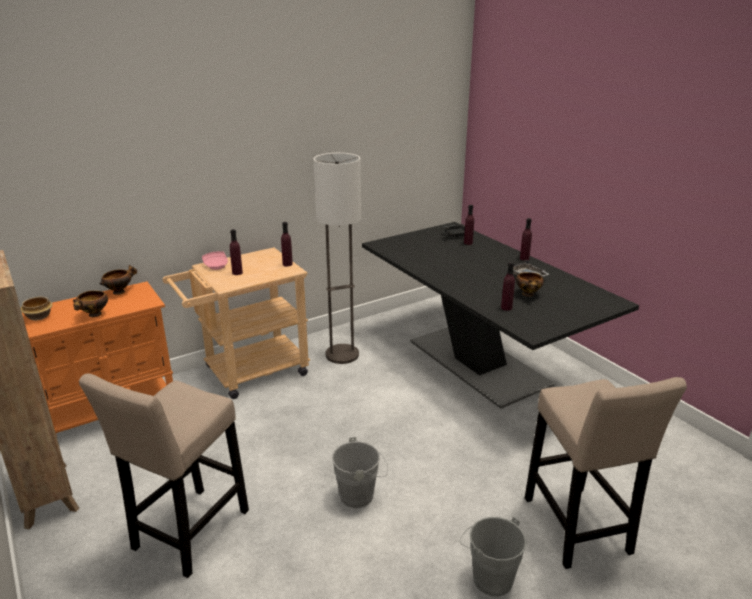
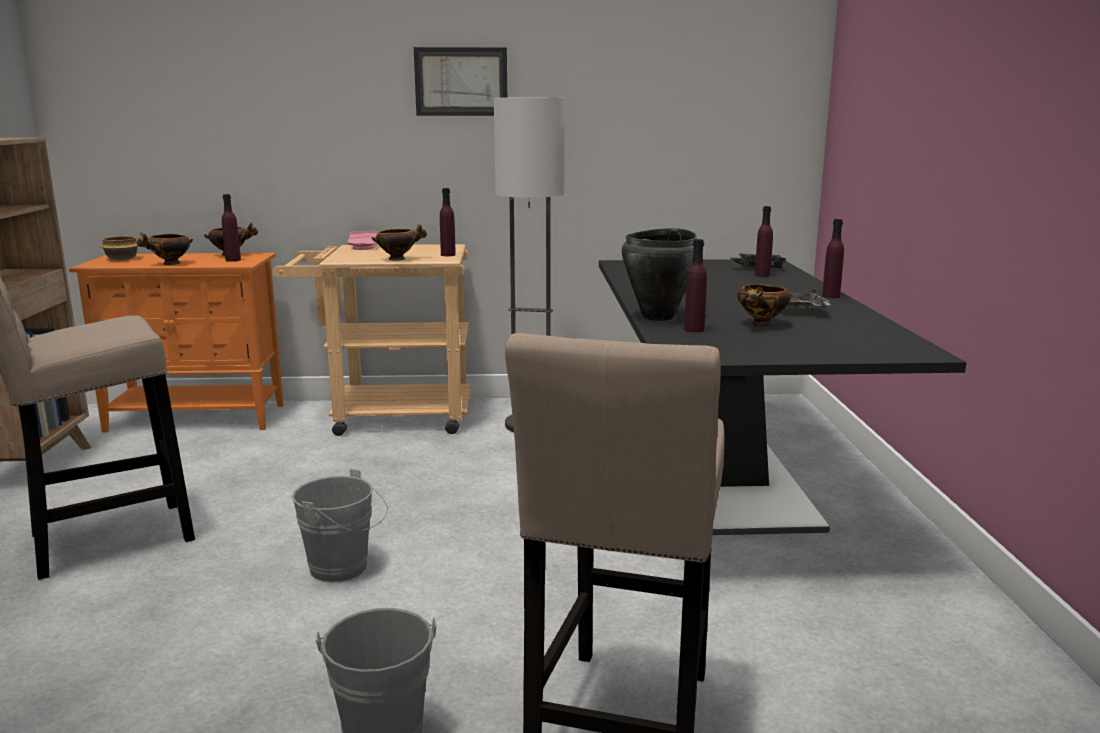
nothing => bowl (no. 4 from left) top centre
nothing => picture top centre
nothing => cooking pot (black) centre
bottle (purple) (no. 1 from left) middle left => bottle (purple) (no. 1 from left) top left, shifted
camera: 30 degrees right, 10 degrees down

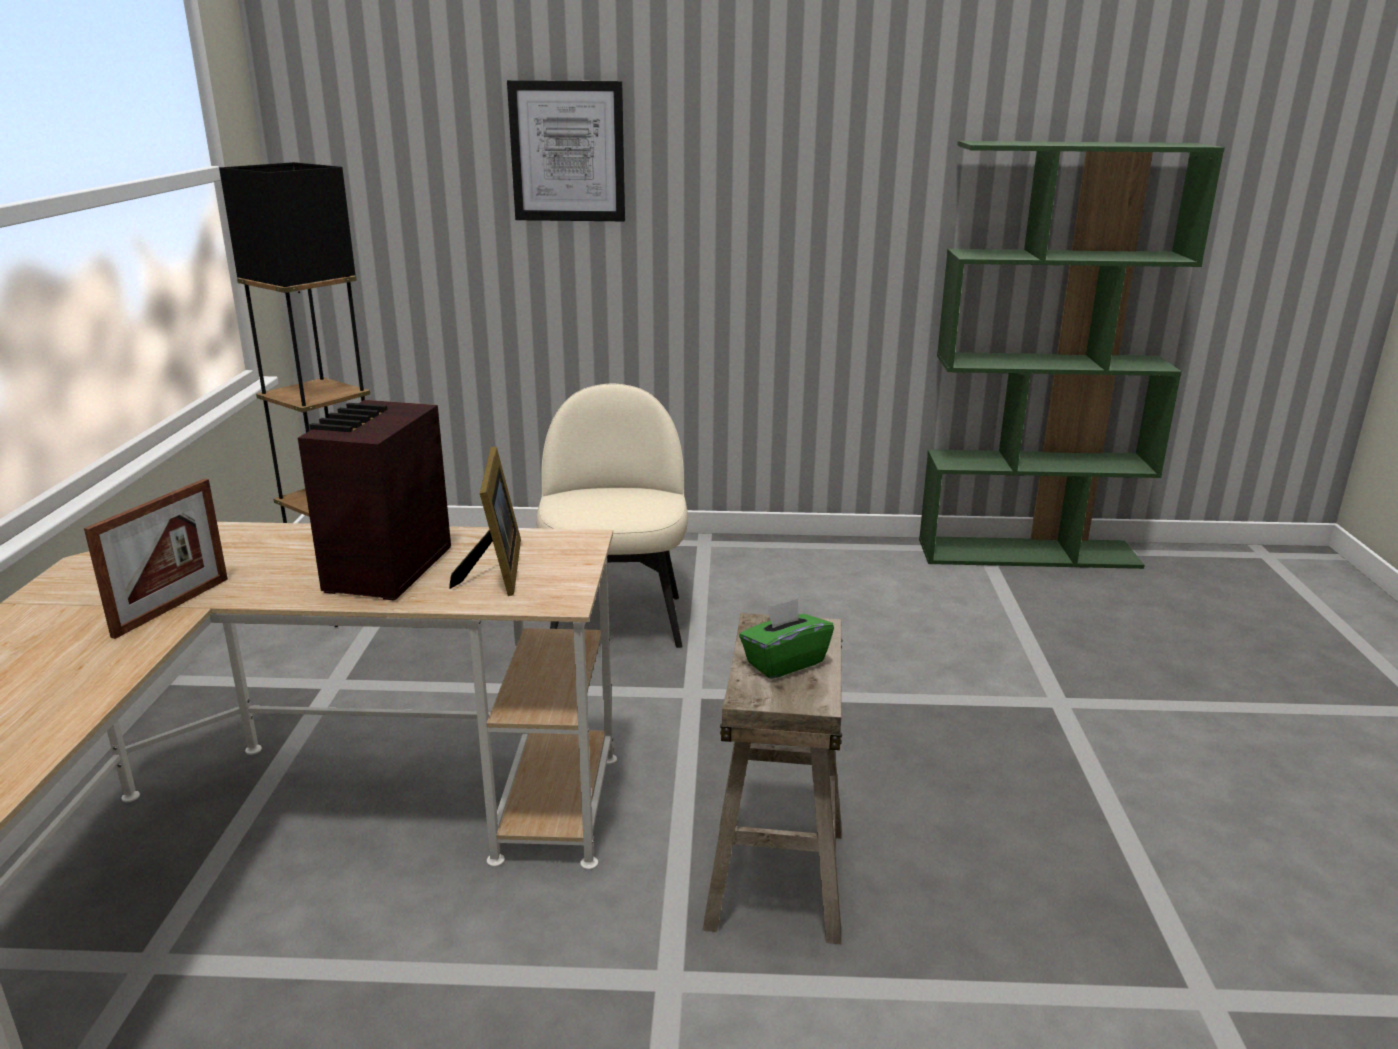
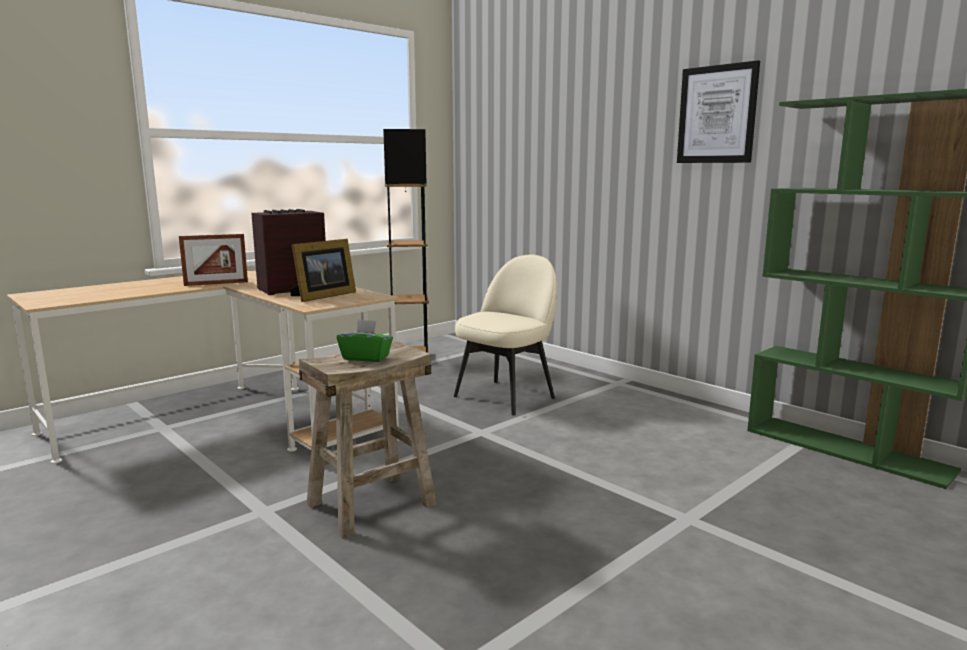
picture top centre => picture top right, shifted
camera: 45 degrees right, 10 degrees down

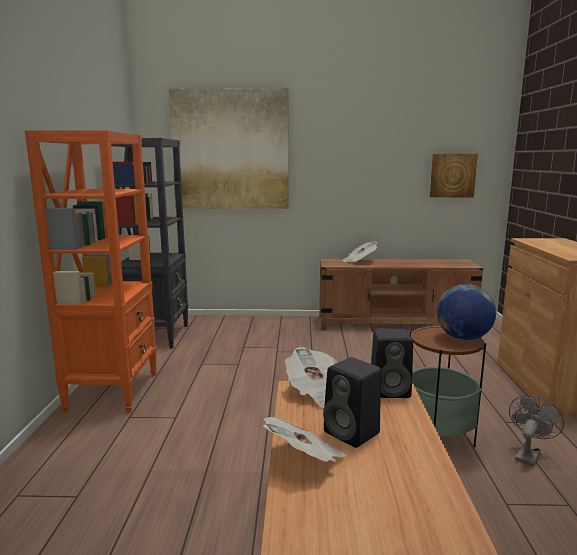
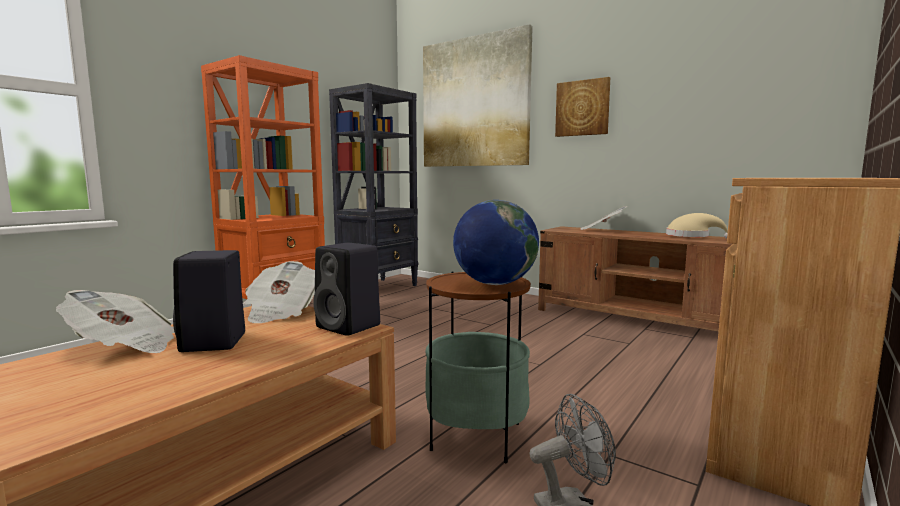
nothing => hat (beige) middle right
picture (no. 2 from left) top right => picture (no. 2 from left) top centre, shifted
camera: 35 degrees right, 5 degrees down

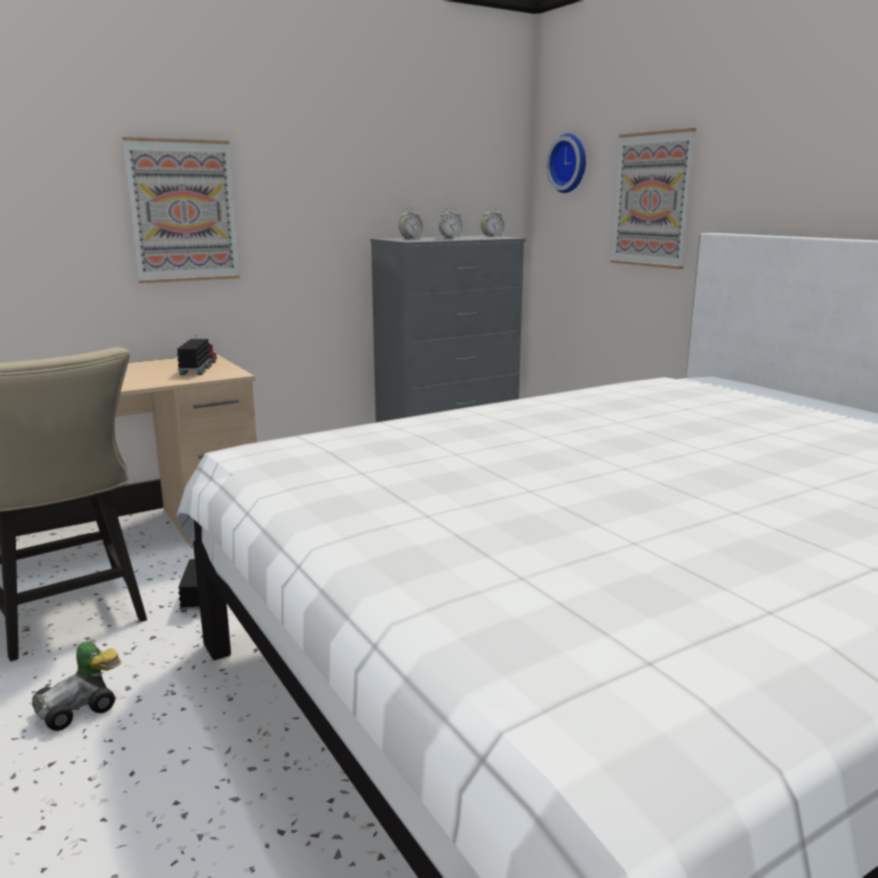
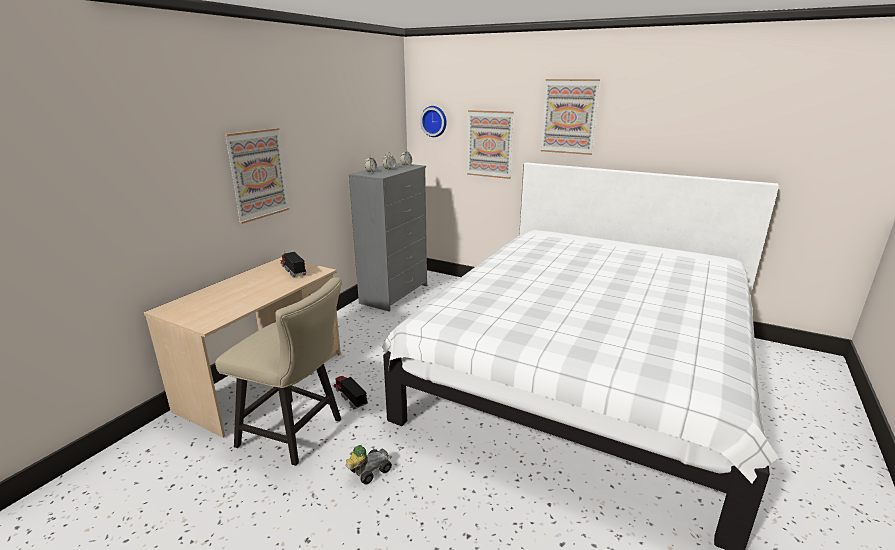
nothing => picture (no. 3 from left) top centre
toy car bottom left => toy car bottom centre, 150 degrees counterclockwise
camera: 30 degrees left, 5 degrees up

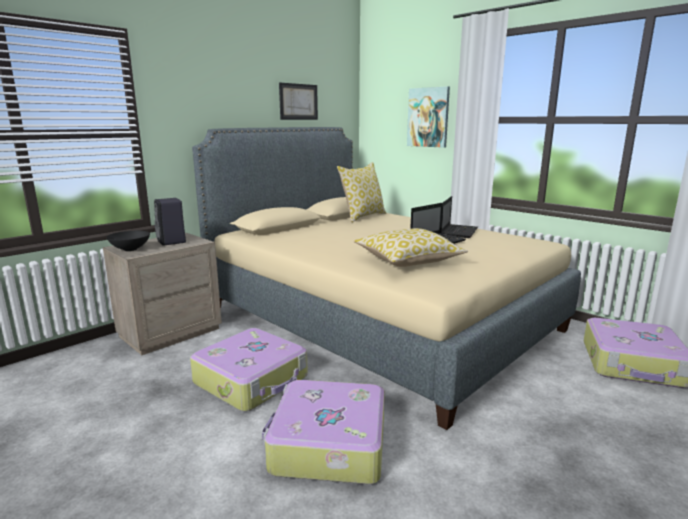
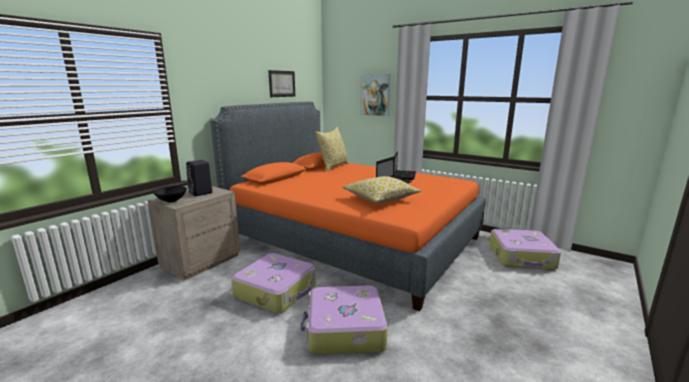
bed (beige) centre => bed (orange) centre
camera: 10 degrees left, 0 degrees up

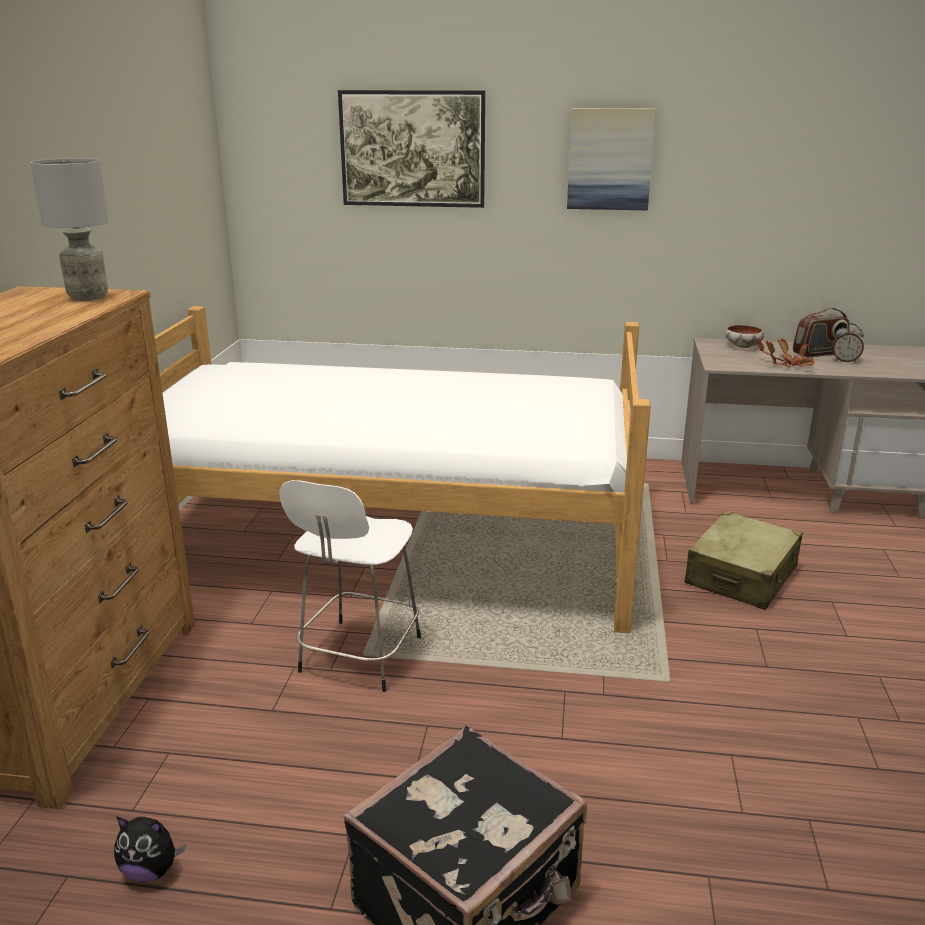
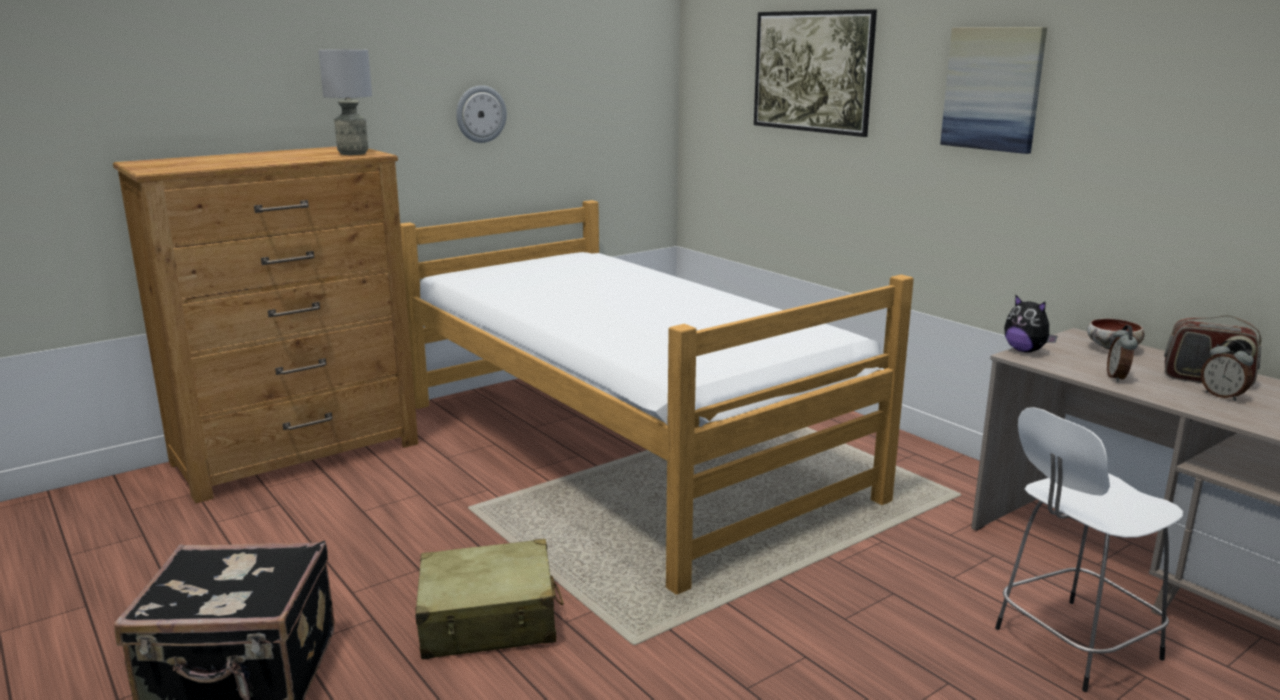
nothing => wall clock top centre
plush toy bottom left => plush toy middle right, shifted
stool (white) centre => stool (white) bottom right, shifted
suitcase (beige) middle right => suitcase (beige) bottom centre, shifted
potted plant middle right => alarm clock (no. 1 from left) middle right
camera: 45 degrees right, 5 degrees down

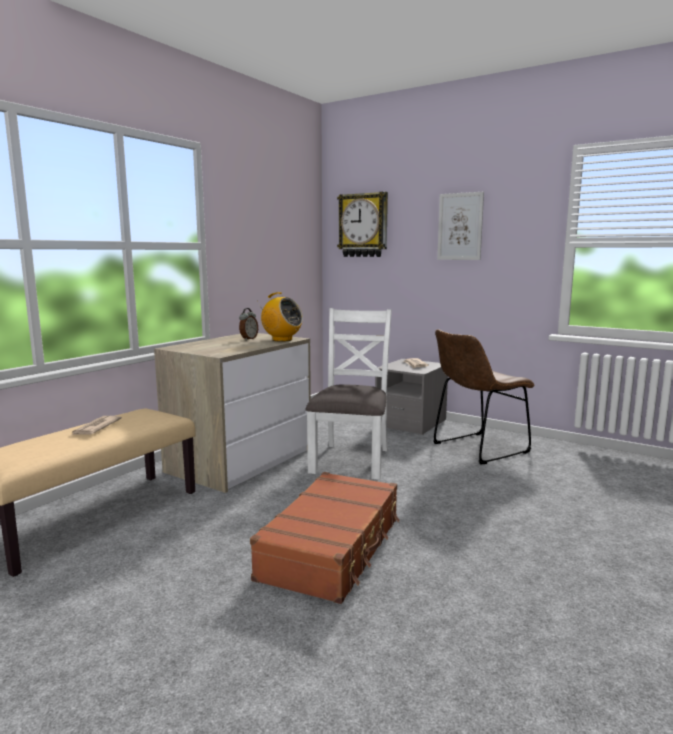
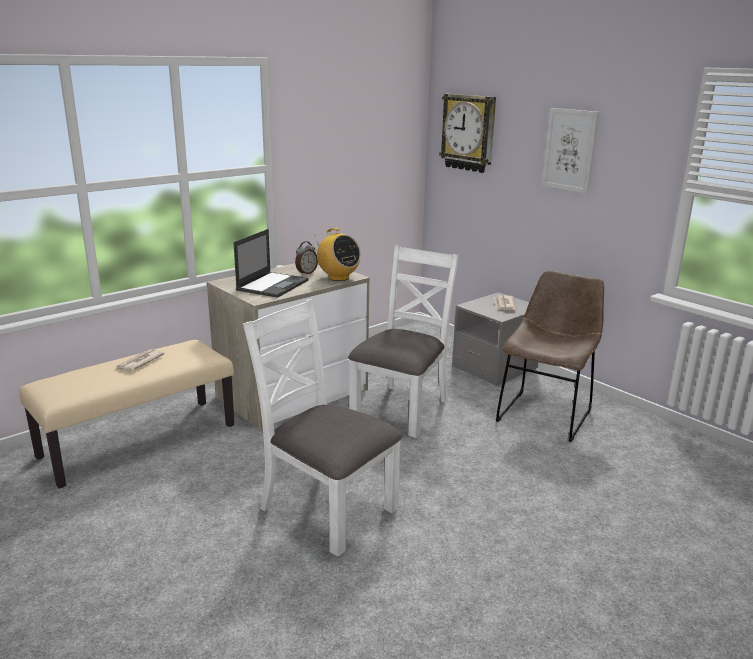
nothing => laptop centre
suitcase (brown) bottom centre => chair (white) (no. 1 from left) centre
chair (brown) middle right, 135 degrees clockwise
camera: 15 degrees right, 10 degrees up

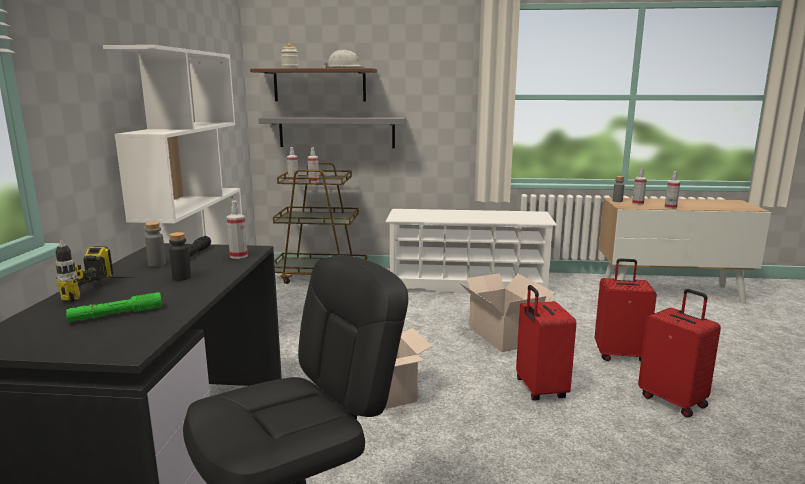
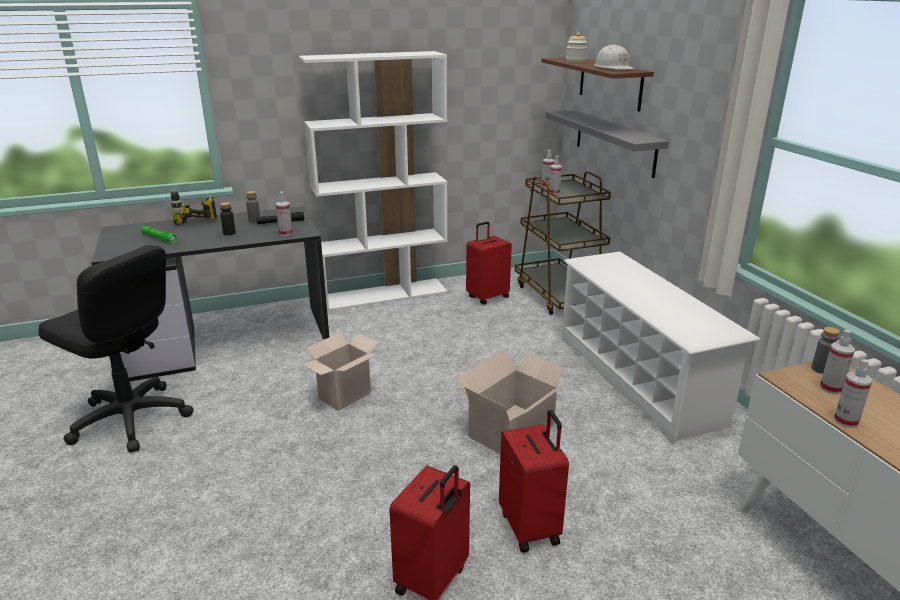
suitcase (red) (no. 1 from left in the first image) bottom right => suitcase (red) (no. 2 from left) centre, shifted
camera: 65 degrees right, 10 degrees up

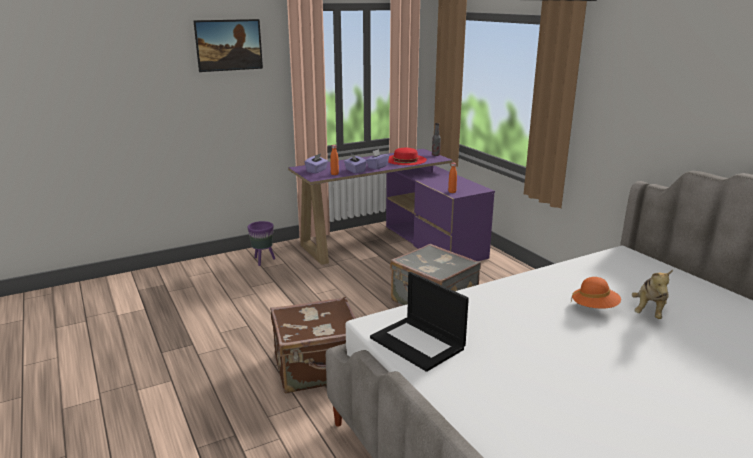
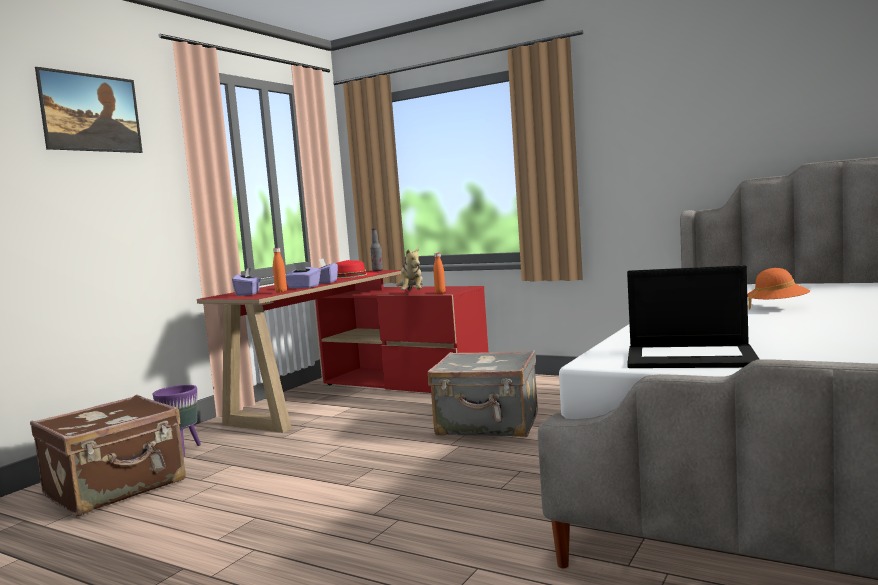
suitcase (brown) bottom centre => suitcase (brown) bottom left, shifted
plush toy middle right => plush toy centre, shifted
desk (purple) centre => desk (red) centre
camera: 30 degrees left, 15 degrees down

